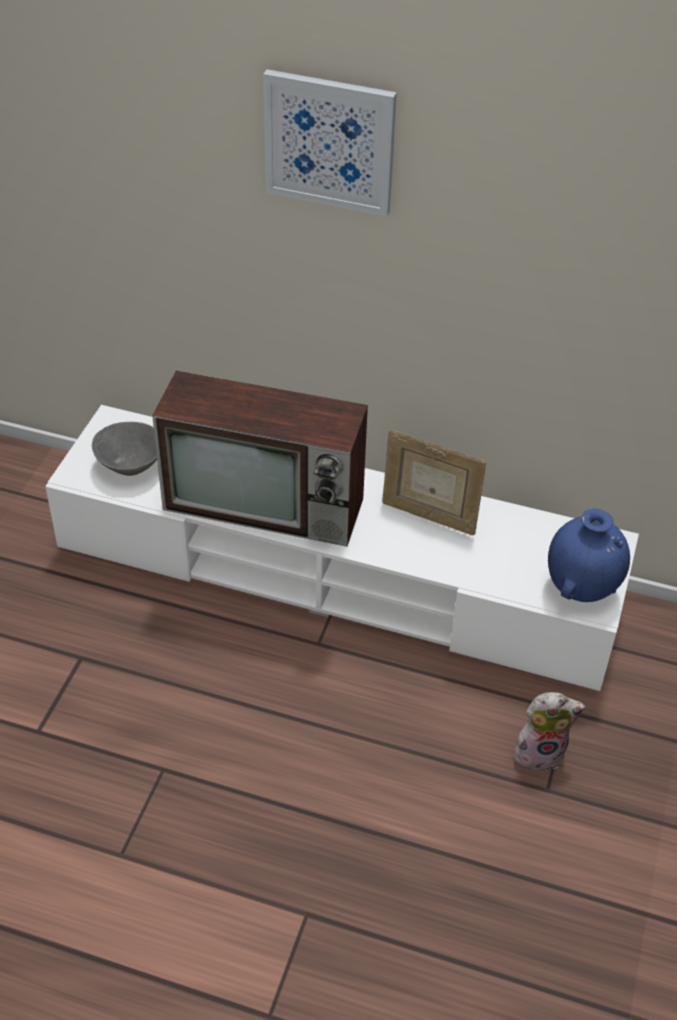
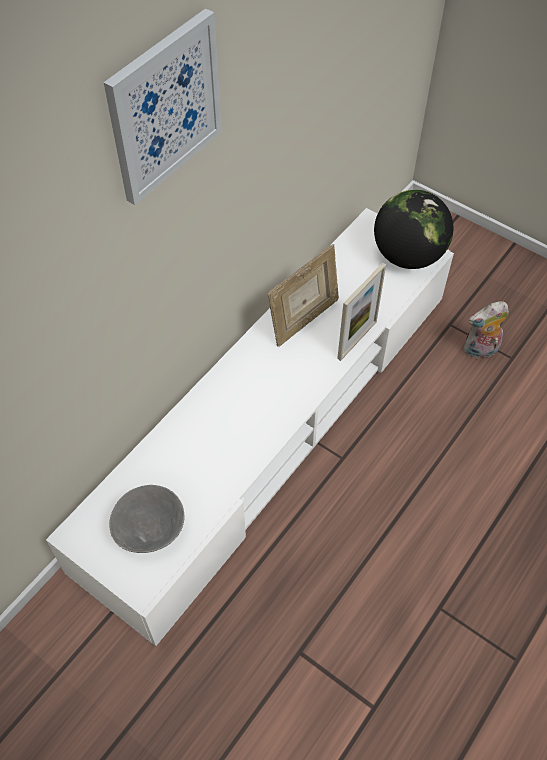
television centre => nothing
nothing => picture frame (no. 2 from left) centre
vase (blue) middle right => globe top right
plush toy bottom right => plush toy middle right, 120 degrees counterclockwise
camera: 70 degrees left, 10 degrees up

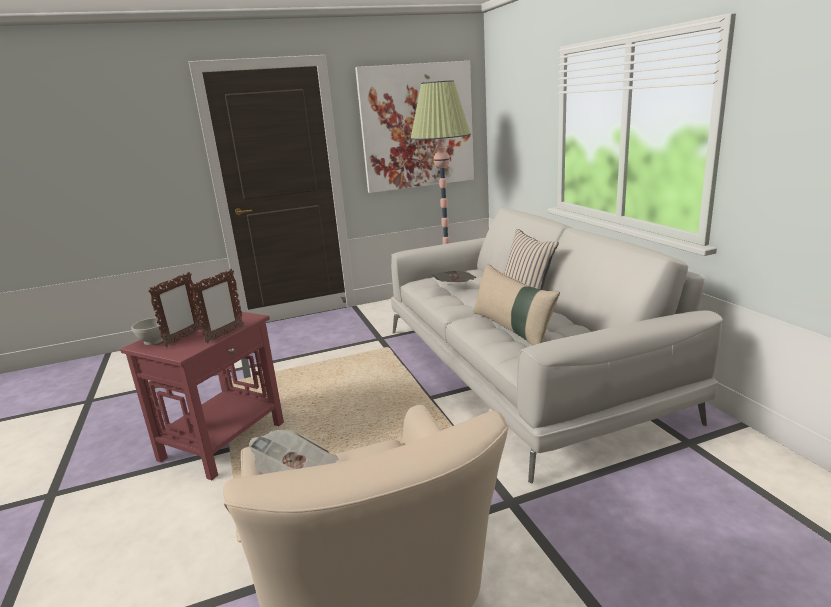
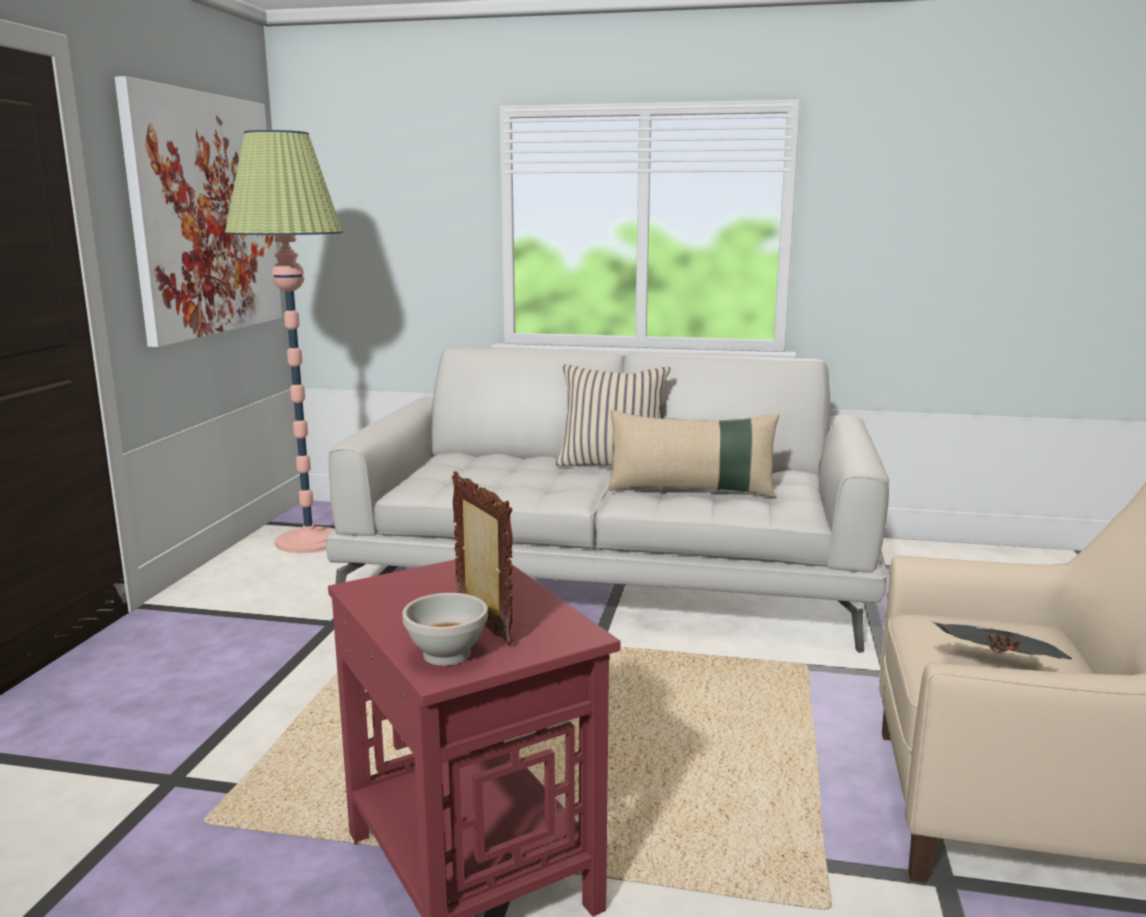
picture frame (no. 2 from left) middle left => nothing
newspaper (no. 2 from left) centre => nothing
camera: 60 degrees left, 5 degrees down

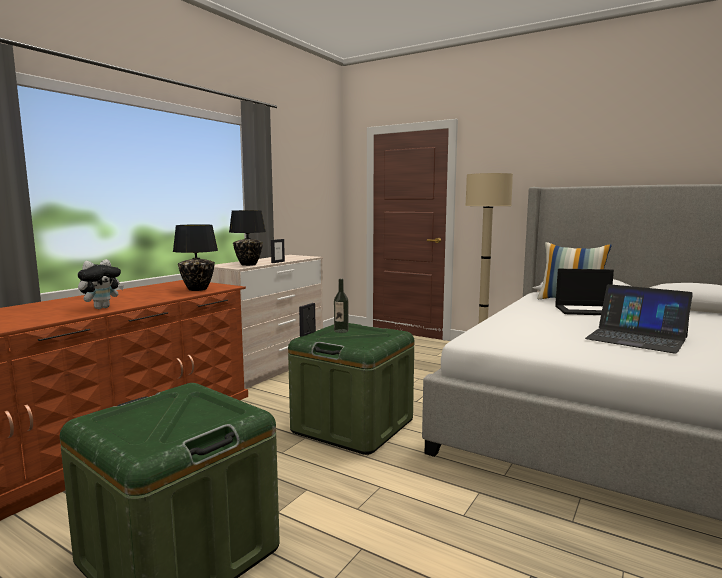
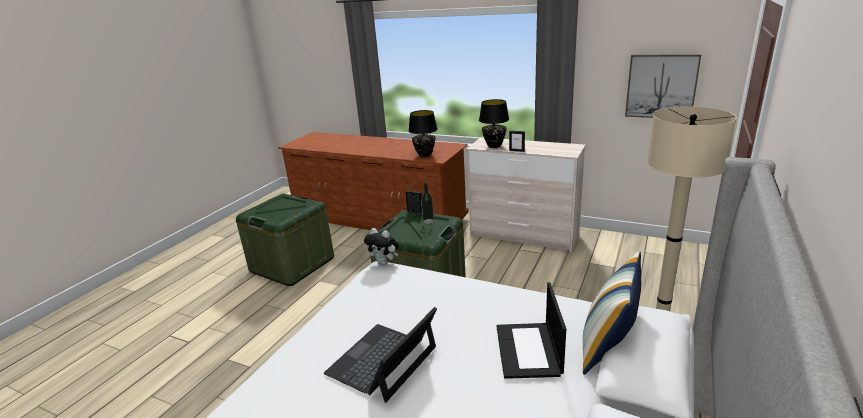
nothing => picture top right
plush toy middle left => plush toy centre, shifted
camera: 85 degrees right, 15 degrees up

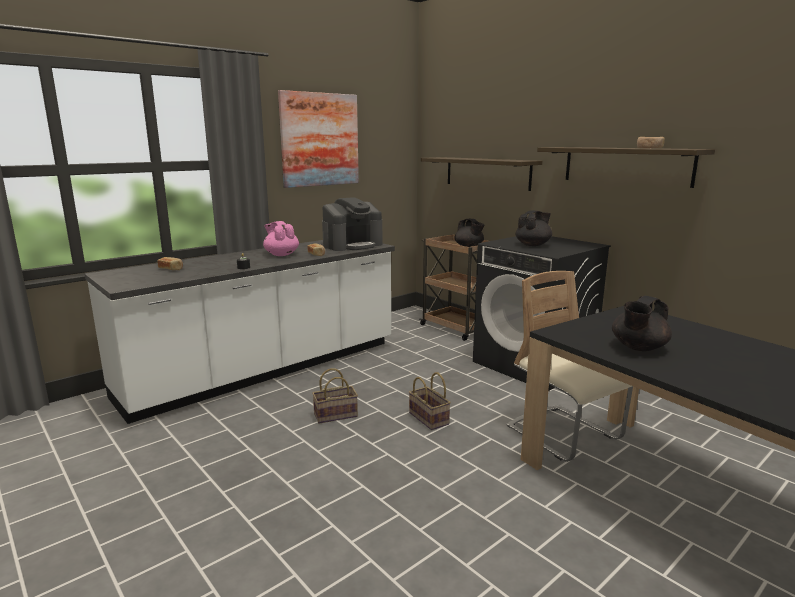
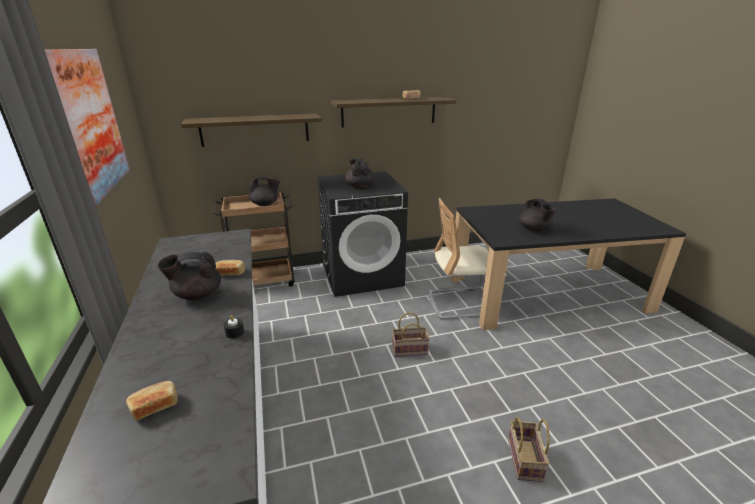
coffee machine centre => nothing
basket (no. 1 from left in the first image) centre => basket (no. 2 from left) bottom right, shifted
teapot (pink) centre => teapot (black) (no. 1 from left) middle left
camera: 65 degrees left, 10 degrees up

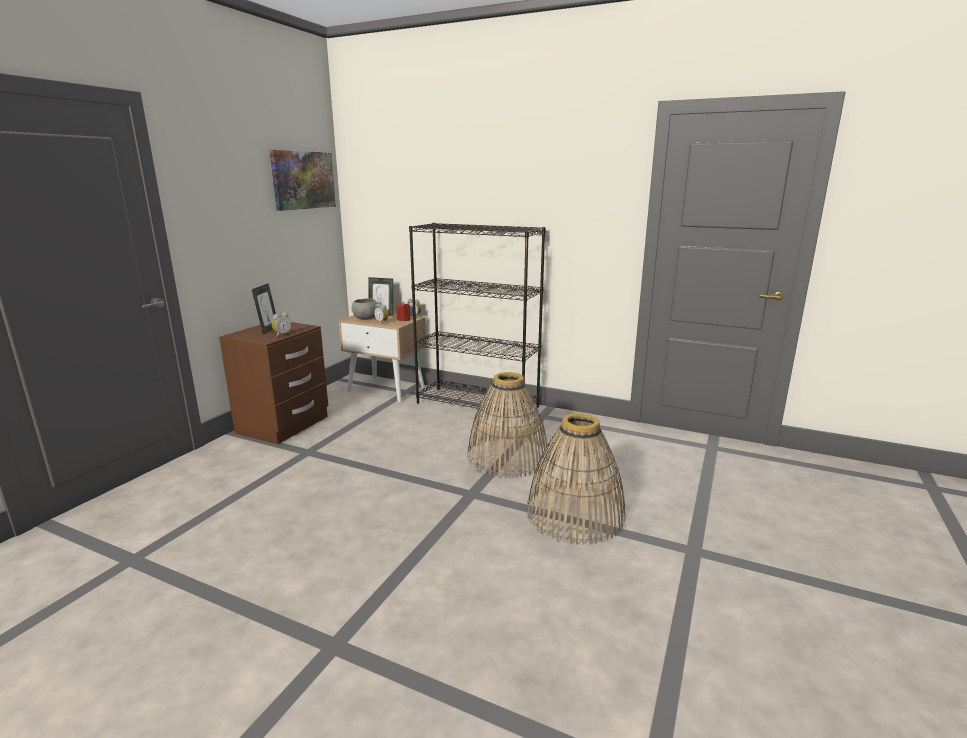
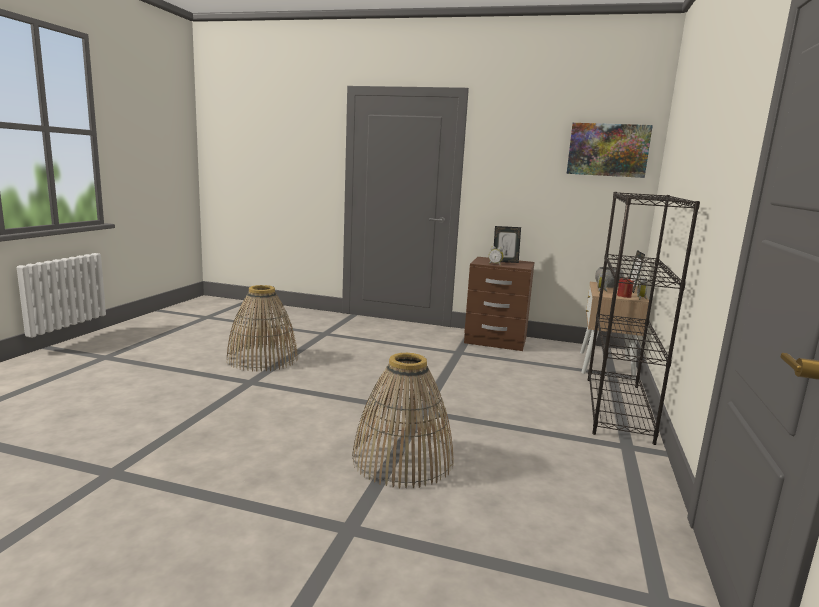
basket (no. 1 from left) centre => basket (no. 1 from left) middle left, shifted
camera: 80 degrees right, 5 degrees down

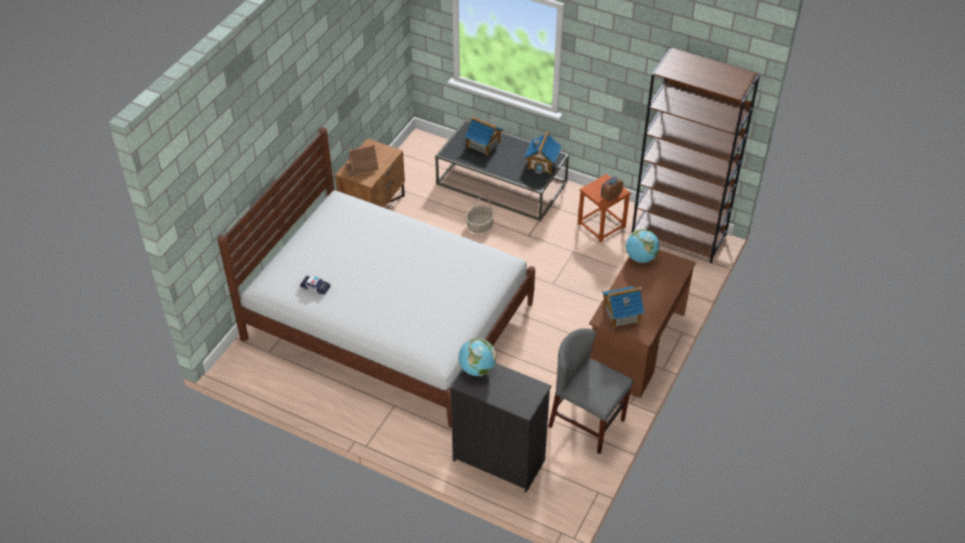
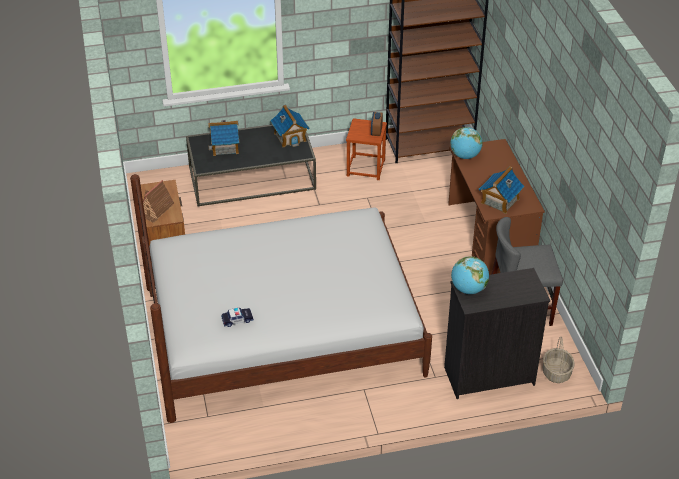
basket centre => basket bottom right, shifted
camera: 40 degrees left, 5 degrees down

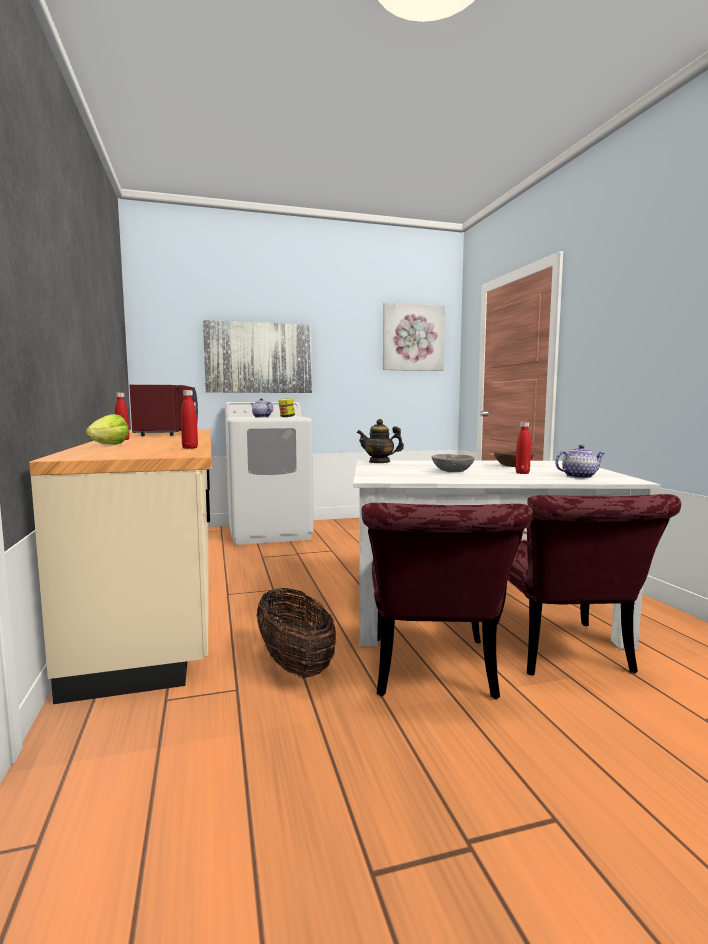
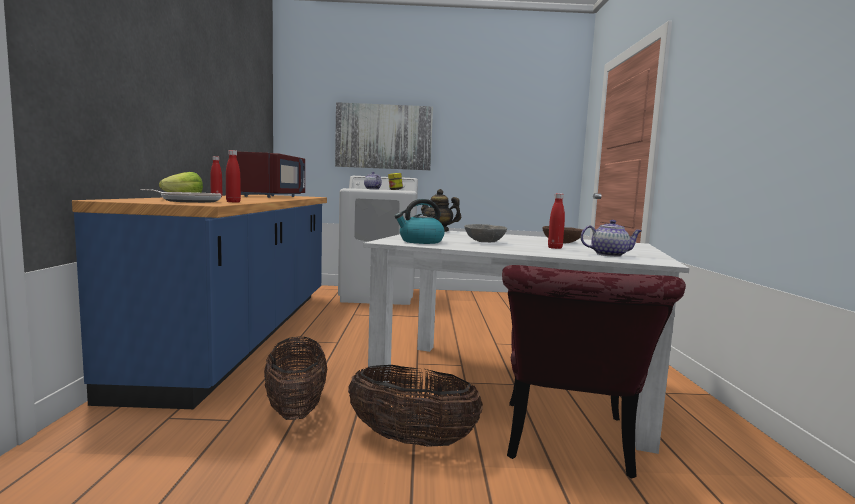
picture (no. 2 from left) centre => nothing
nothing => frying pan middle left
nothing => kettle centre
chair (red) (no. 1 from left) centre => basket (no. 2 from left) bottom centre
counter (beige) middle left => counter (blue) middle left
camera: 15 degrees right, 0 degrees up

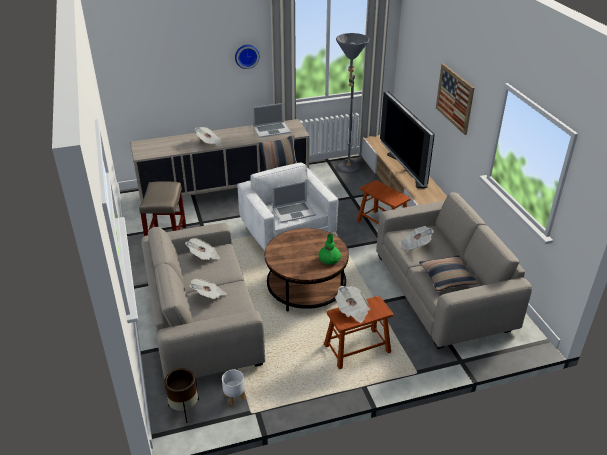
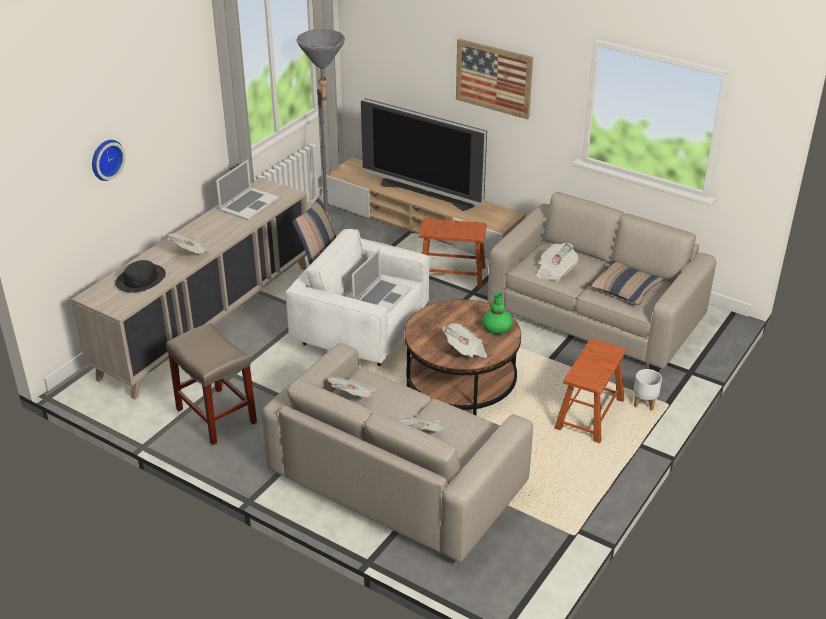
planter (brown) bottom left => nothing
nothing => hat (black) middle left
planter (white) bottom centre => planter (white) middle right, shifted
wall clock top centre => wall clock top left, shifted
newspaper (no. 4 from left) bottom centre => newspaper (no. 4 from left) centre, shifted
camera: 40 degrees left, 0 degrees up

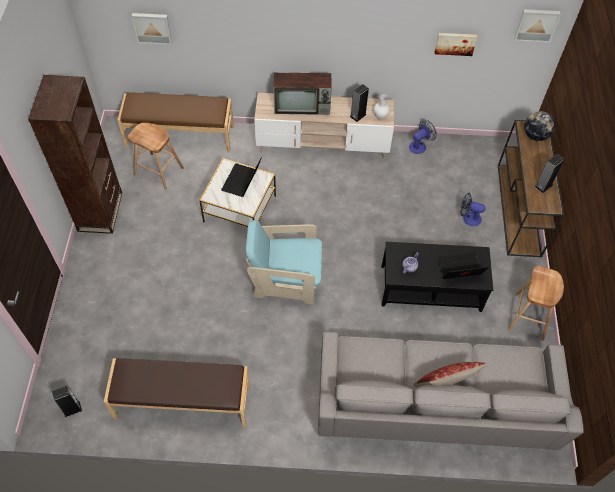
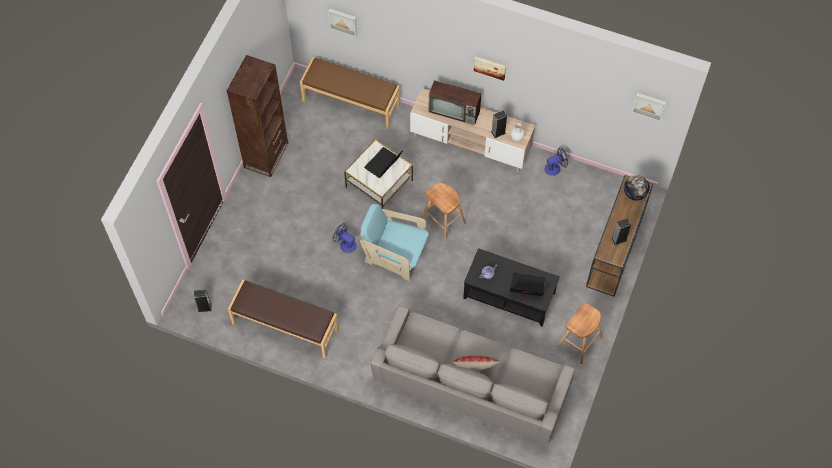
stool (brown) (no. 1 from left) top left => stool (brown) (no. 1 from left) centre, shifted
picture (no. 2 from left) top right => picture (no. 2 from left) top centre, shifted
fan (no. 2 from left in the first image) middle right => fan (no. 1 from left) centre, shifted
camera: 20 degrees right, 5 degrees up

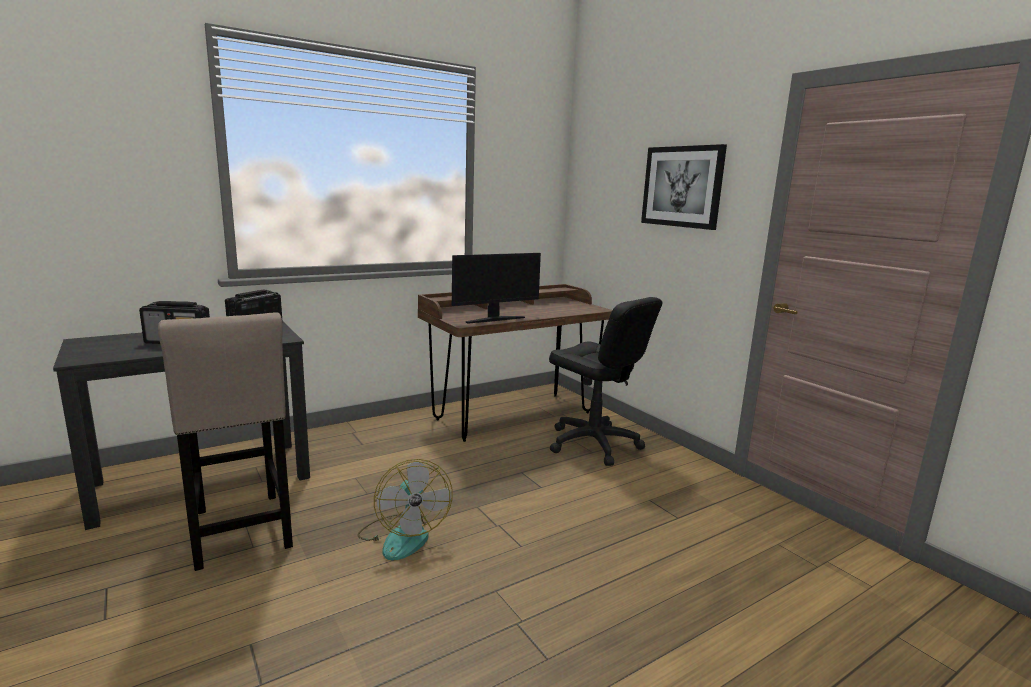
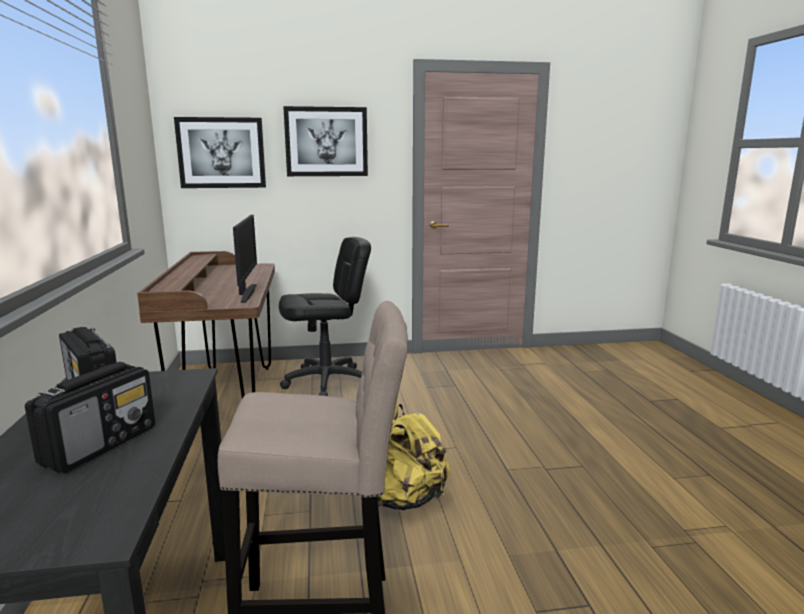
nothing => picture (no. 1 from left) top left
fan bottom centre => backpack (yellow) bottom centre
camera: 65 degrees left, 0 degrees up

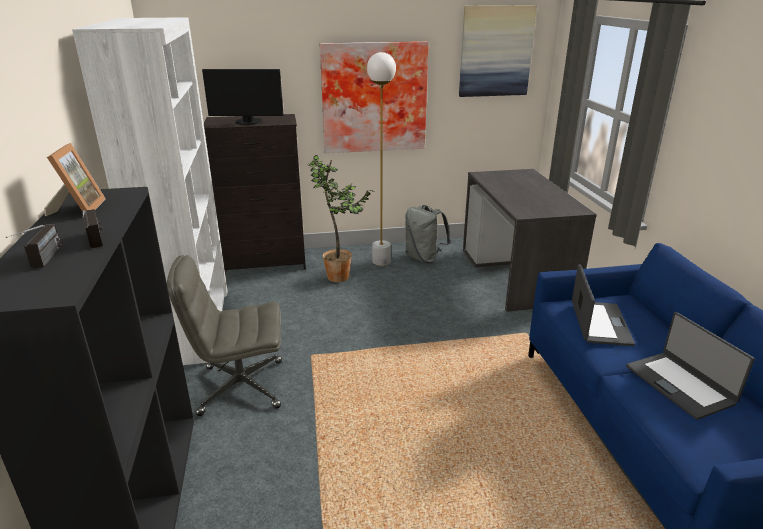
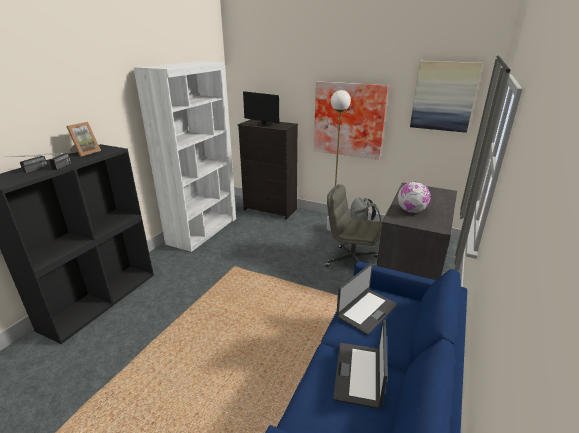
potted plant centre => nothing
nothing => globe middle right
office chair (grey) middle left => office chair (grey) centre, shifted
camera: 35 degrees right, 0 degrees up

